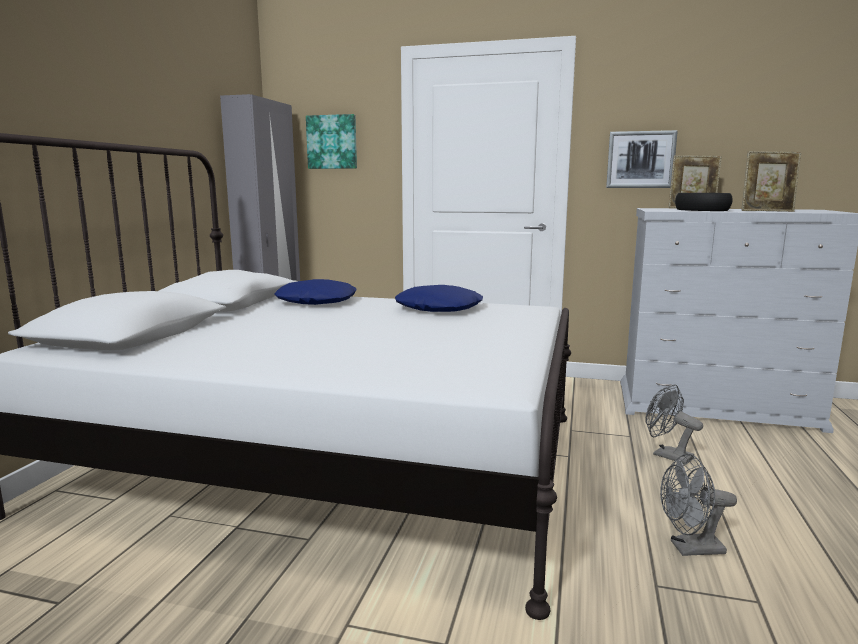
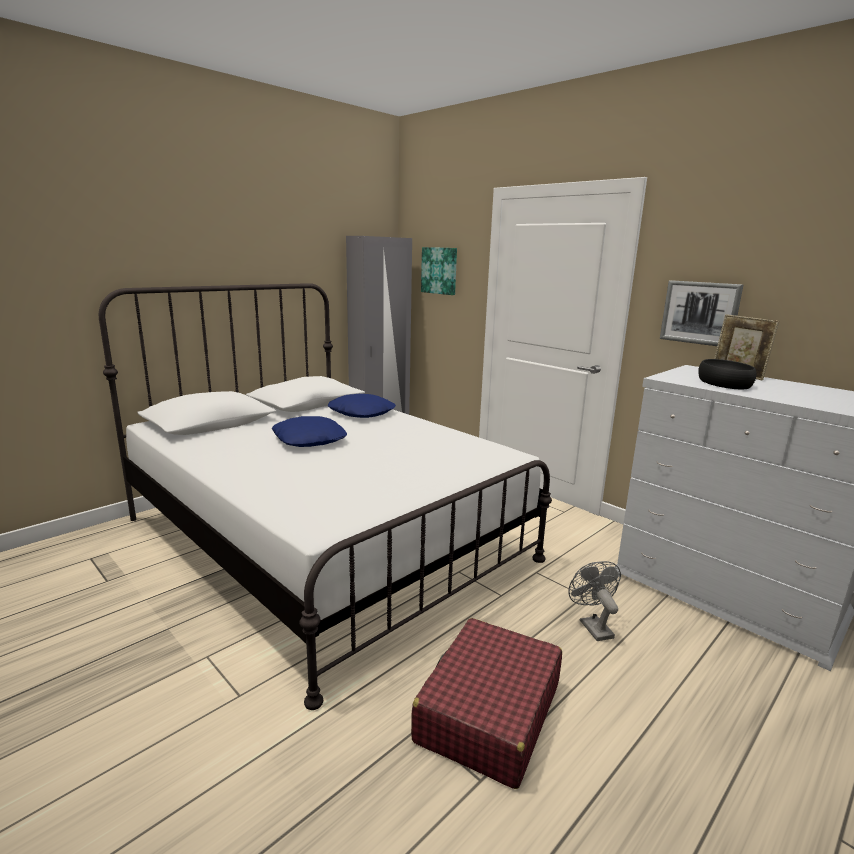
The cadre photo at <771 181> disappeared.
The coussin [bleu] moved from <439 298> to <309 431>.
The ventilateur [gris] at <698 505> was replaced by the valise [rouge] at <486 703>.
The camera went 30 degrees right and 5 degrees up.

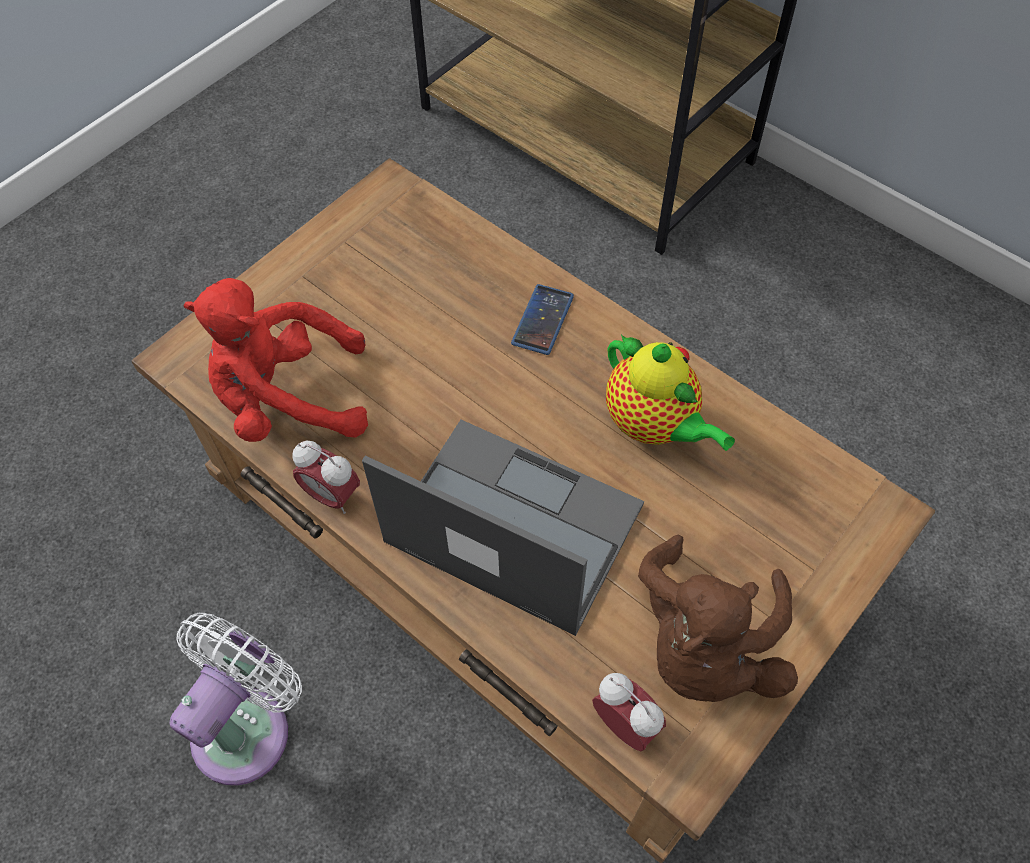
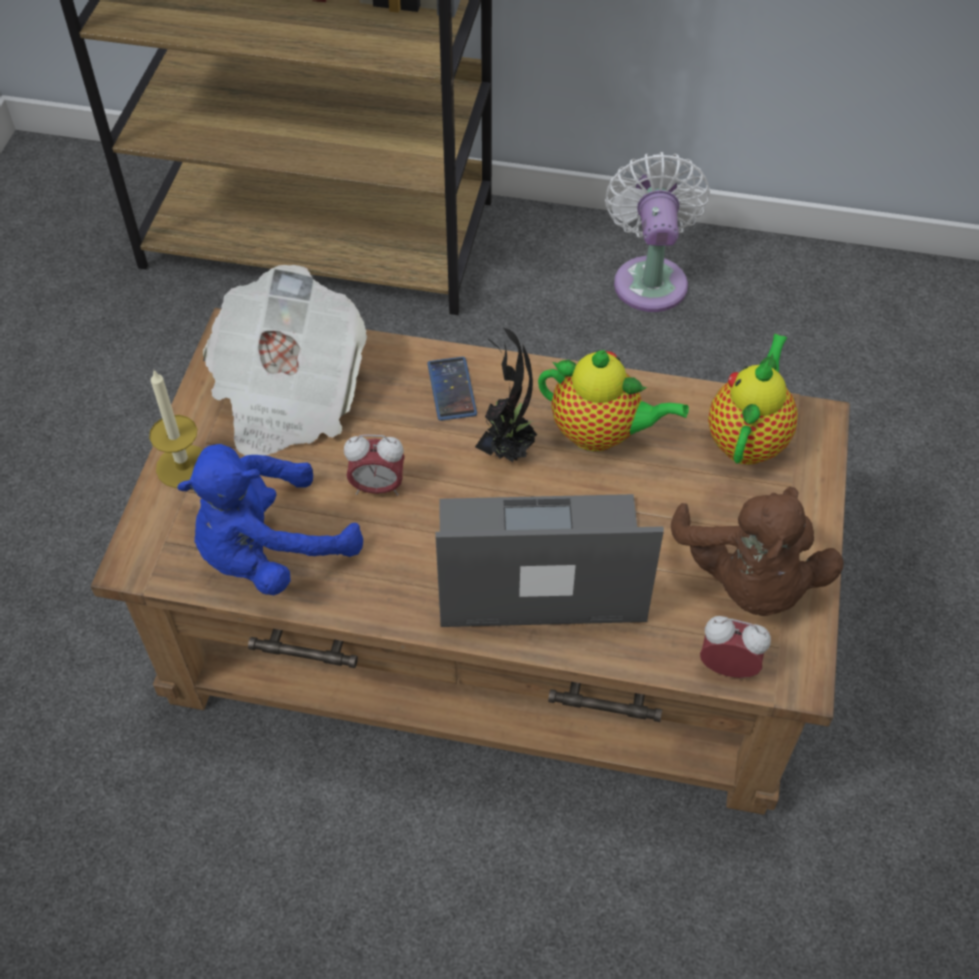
The peluche [rouge] at <275 360> became the peluche [bleu] at <270 519>.
The réveil moved from <326 477> to <374 465>.
The ventilateur [blanc] moved from <236 699> to <657 232>.
The journal at <285 360> appeared.
The plante en pot at <506 395> appeared.
The théière at <753 399> appeared.
The bougie at <176 429> appeared.
The camera went 30 degrees left and 5 degrees down.

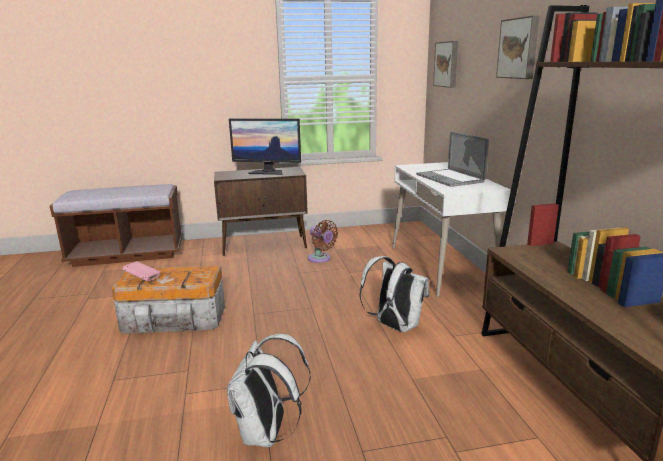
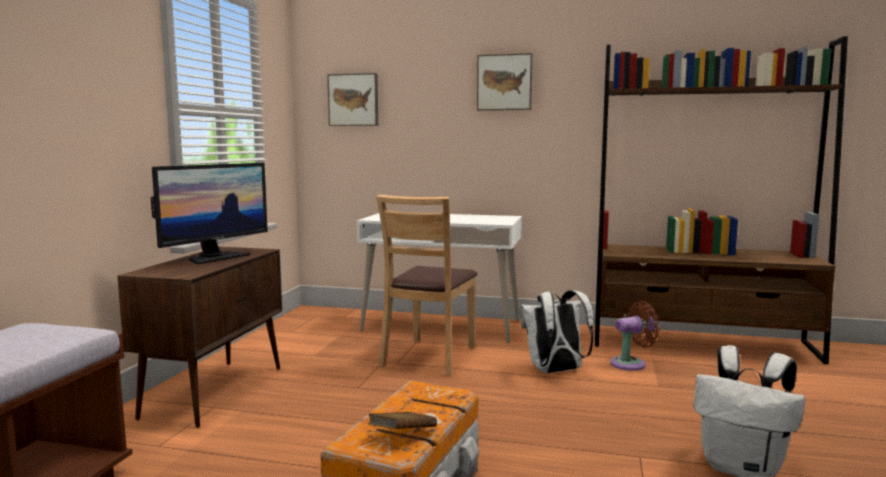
The ordinateur portable at <452 159> disappeared.
The ventilateur [marron] moved from <323 241> to <635 336>.
The livre [rose] at <141 271> became the livre [marron] at <402 420>.
The chaise [marron] at <426 285> appeared.
The camera went 65 degrees left and 10 degrees down.

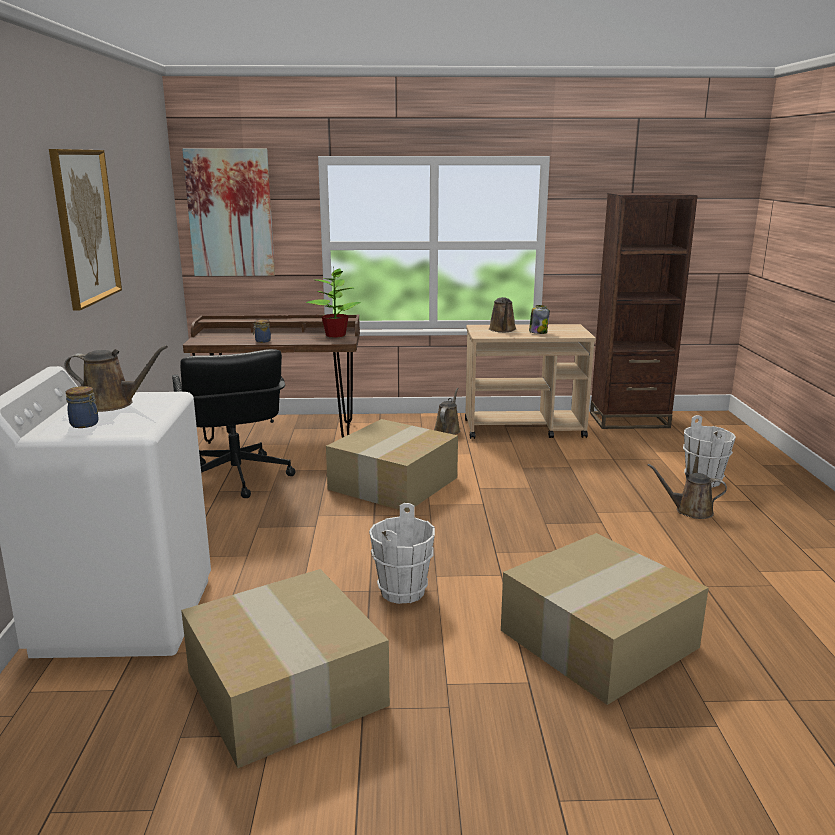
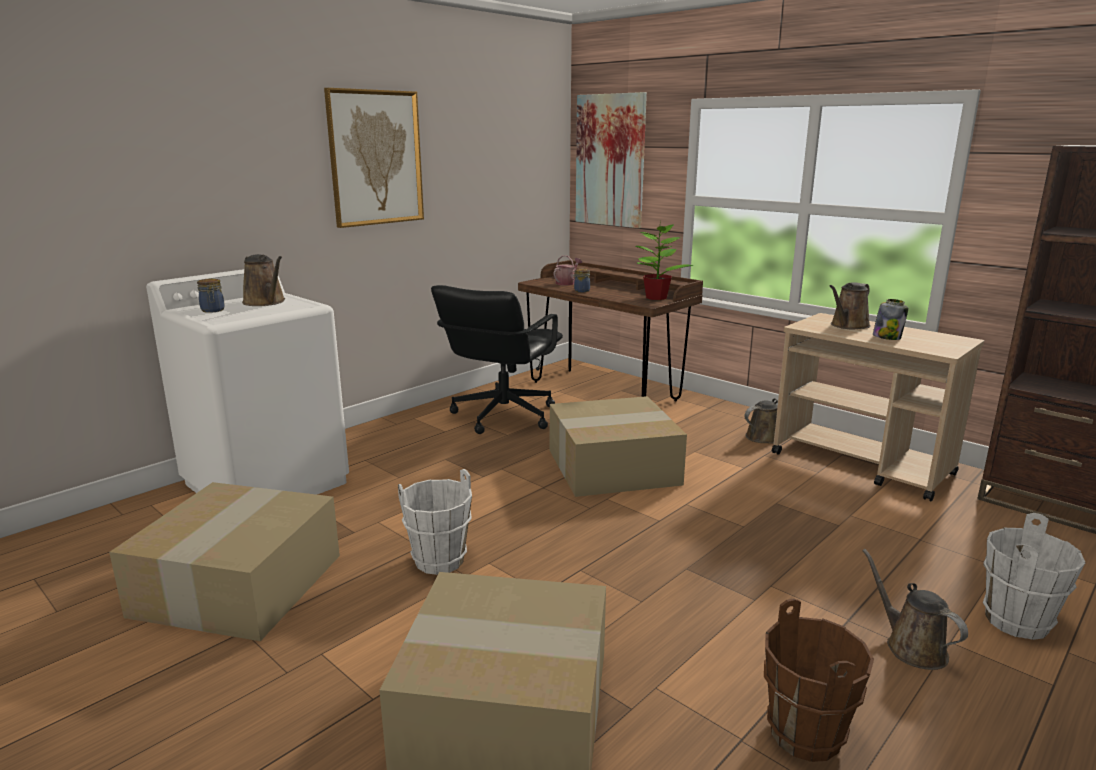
The arrosoir at <568 270> appeared.
The seau [marron] at <819 680> appeared.
The camera went 45 degrees right and 0 degrees up.

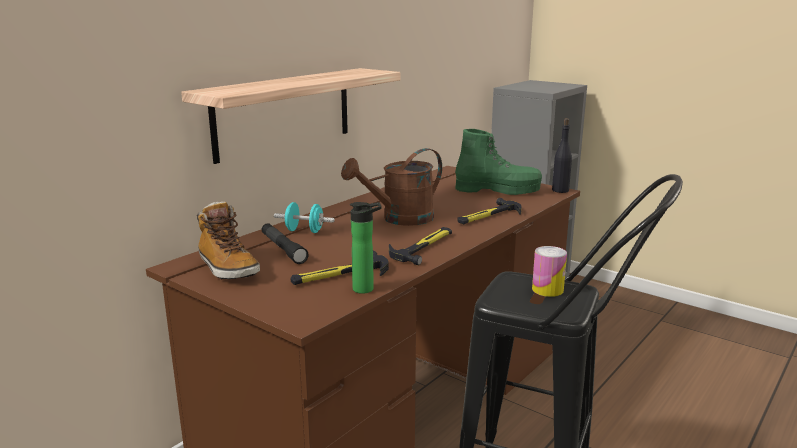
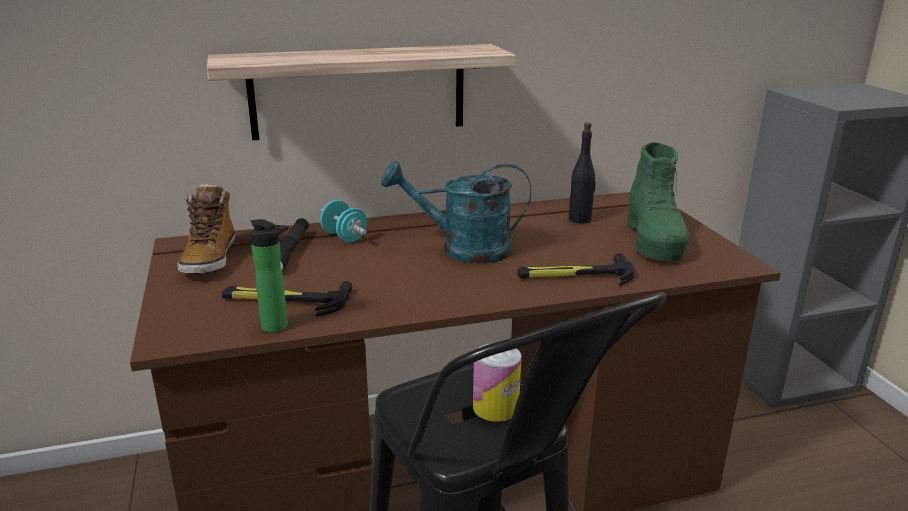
The bouteille [noir] moved from <562 155> to <582 172>.
The botte [vert] at <498 162> turned 45 degrees clockwise.
The arrosoir [marron] at <391 187> became the arrosoir [turquoise] at <456 212>.
The marteau at <420 246> disappeared.
The camera went 35 degrees right and 5 degrees up.

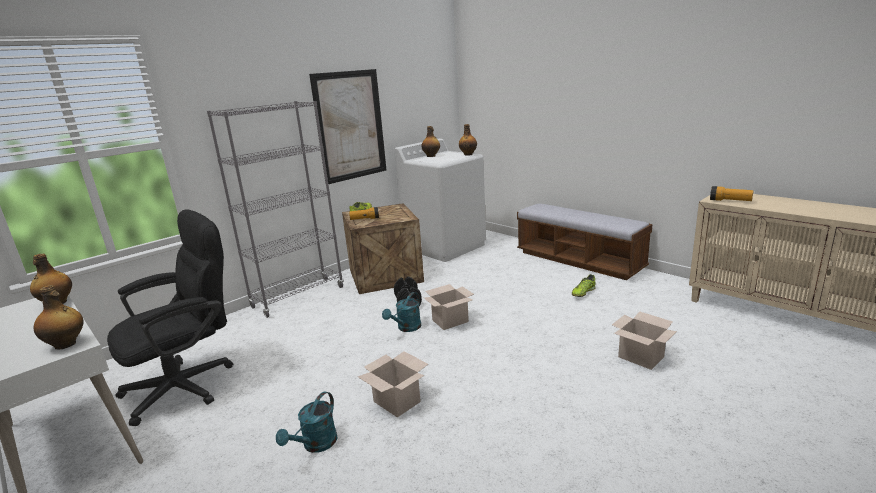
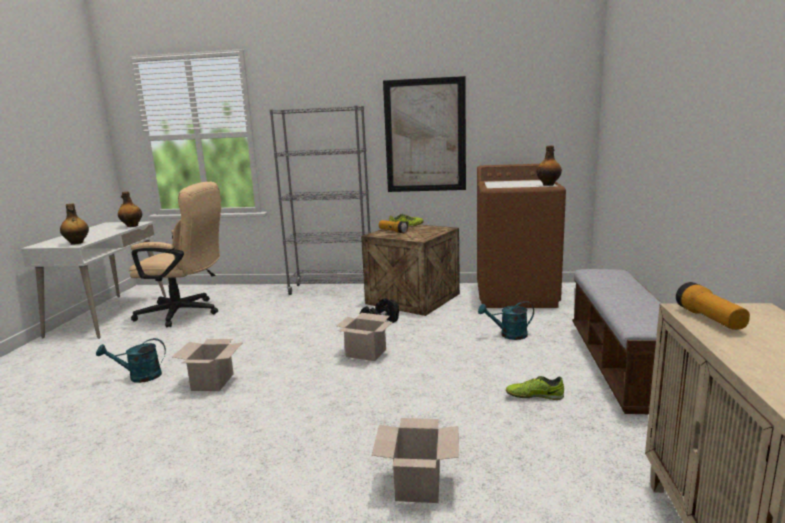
The bouteille at <430 141> disappeared.
The lave-linge [blanc] at <440 200> became the lave-linge [marron] at <521 236>.
The chaise de bureau [noir] at <170 317> became the chaise de bureau [beige] at <175 254>.
The arrosoir [turquoise] moved from <401 312> to <506 320>.
The camera went 50 degrees right and 5 degrees down.

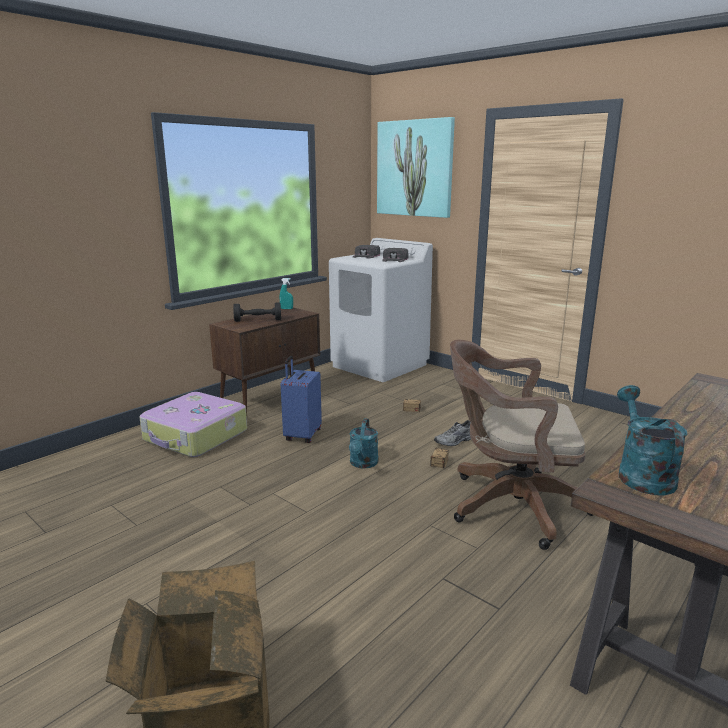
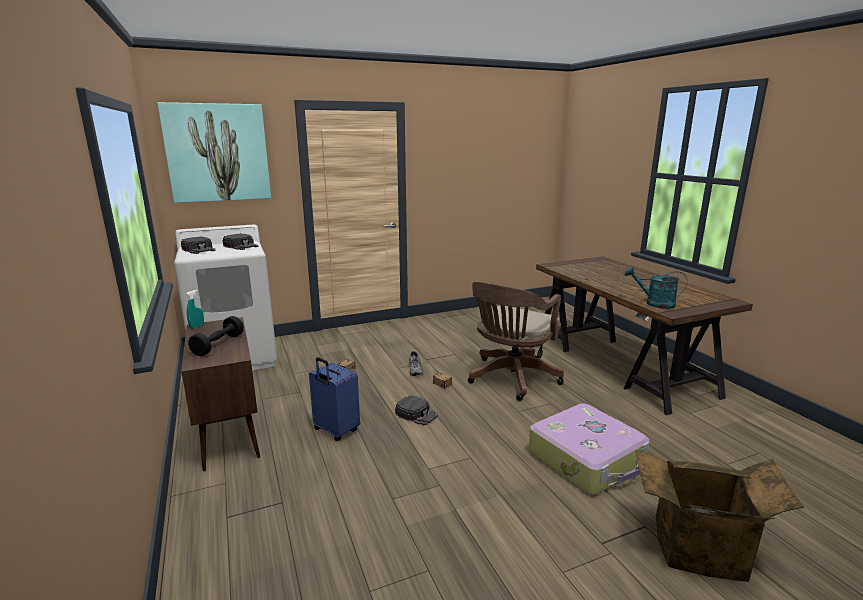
The valise moved from <193 424> to <589 449>.
The arrosoir [turquoise] at <364 443> was replaced by the casquette [noir] at <416 410>.
The camera went 65 degrees left and 0 degrees up.

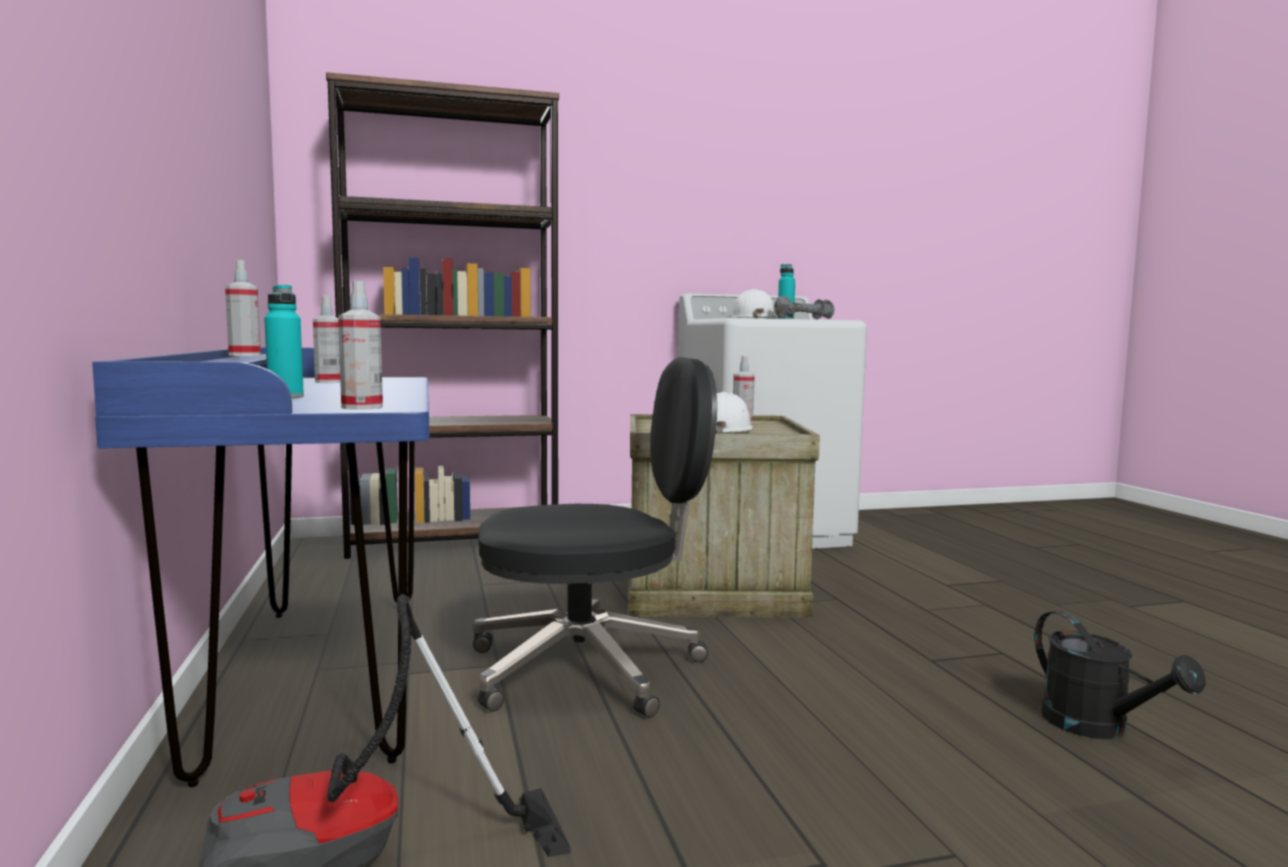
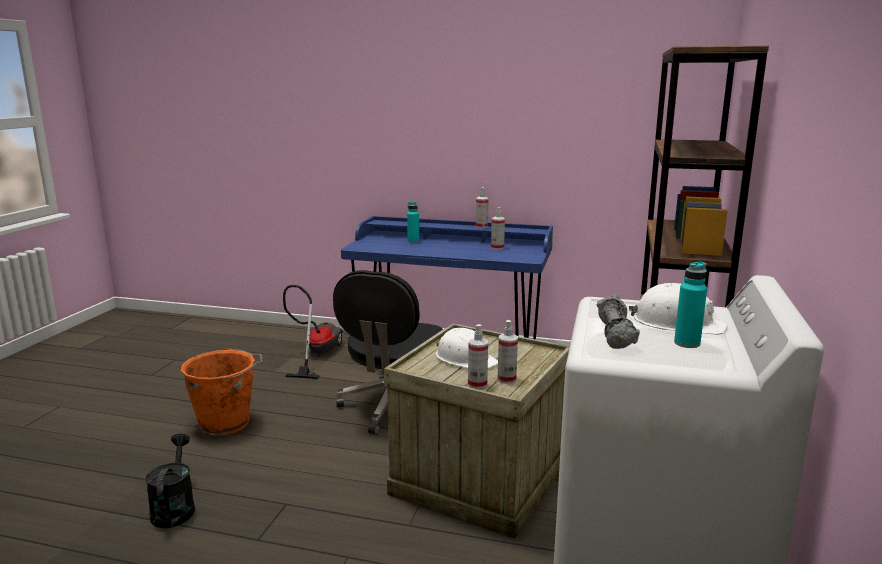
The vaporisateur moved from <360 345> to <478 356>.
The arrosoir [noir] at <1120 675> turned 75 degrees clockwise.
The seau [orange] at <222 392> appeared.
The camera went 120 degrees right and 10 degrees up.

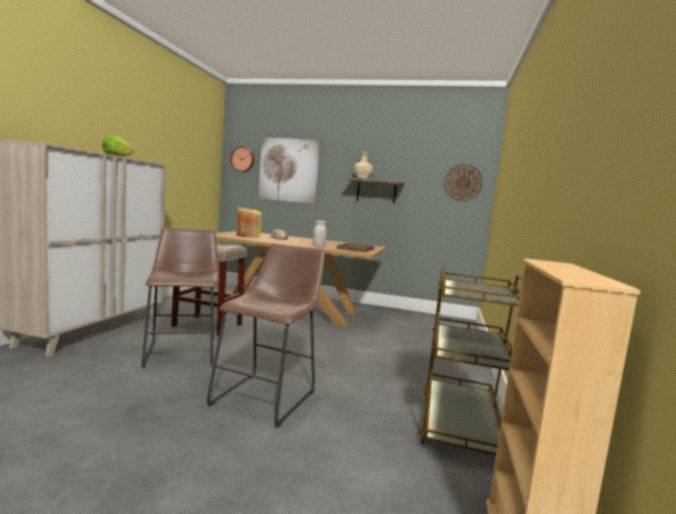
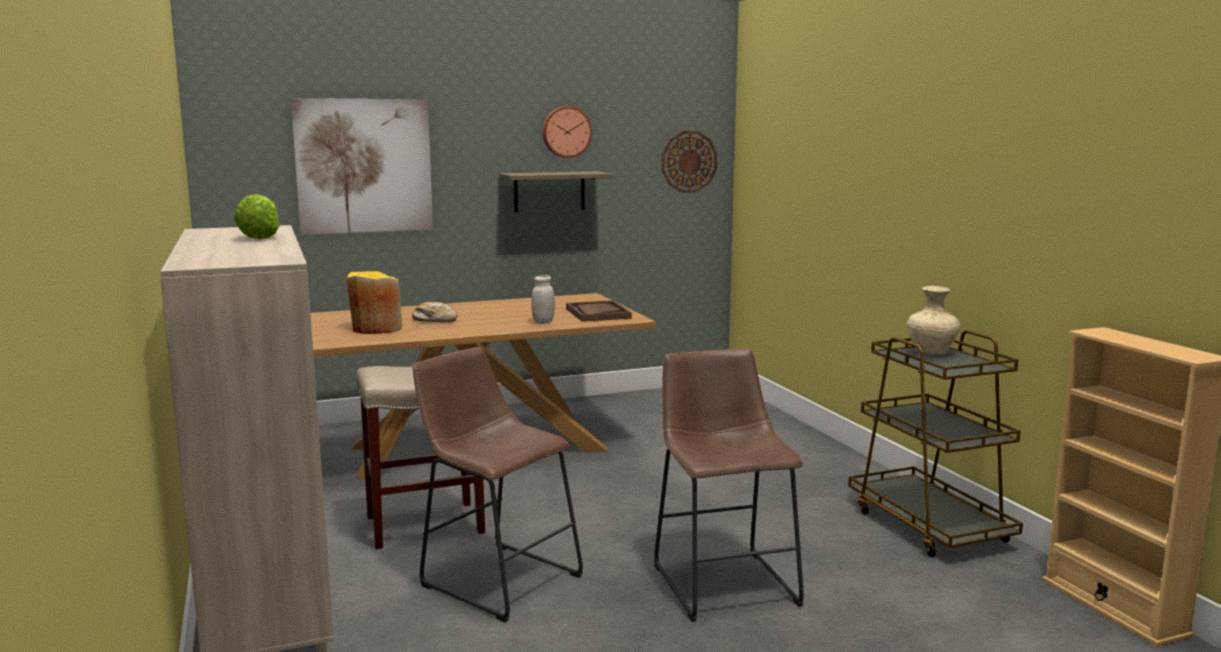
The horloge murale moved from <242 159> to <567 132>.
The vase [beige] moved from <363 165> to <933 320>.
The camera went 35 degrees left and 5 degrees up.

